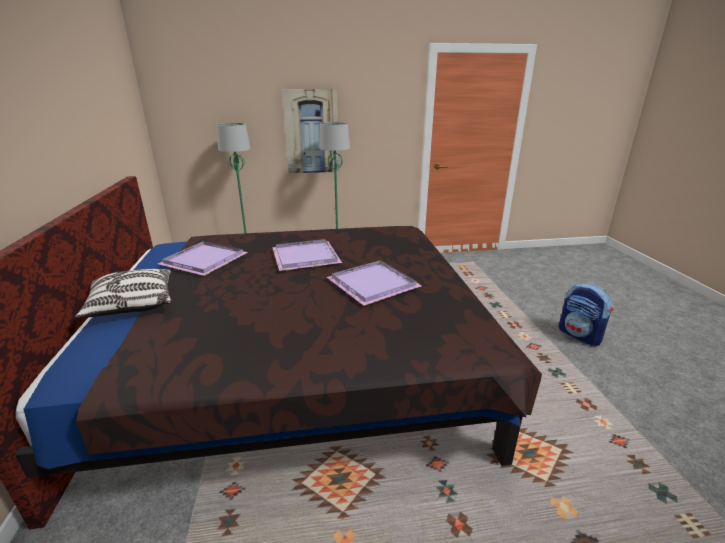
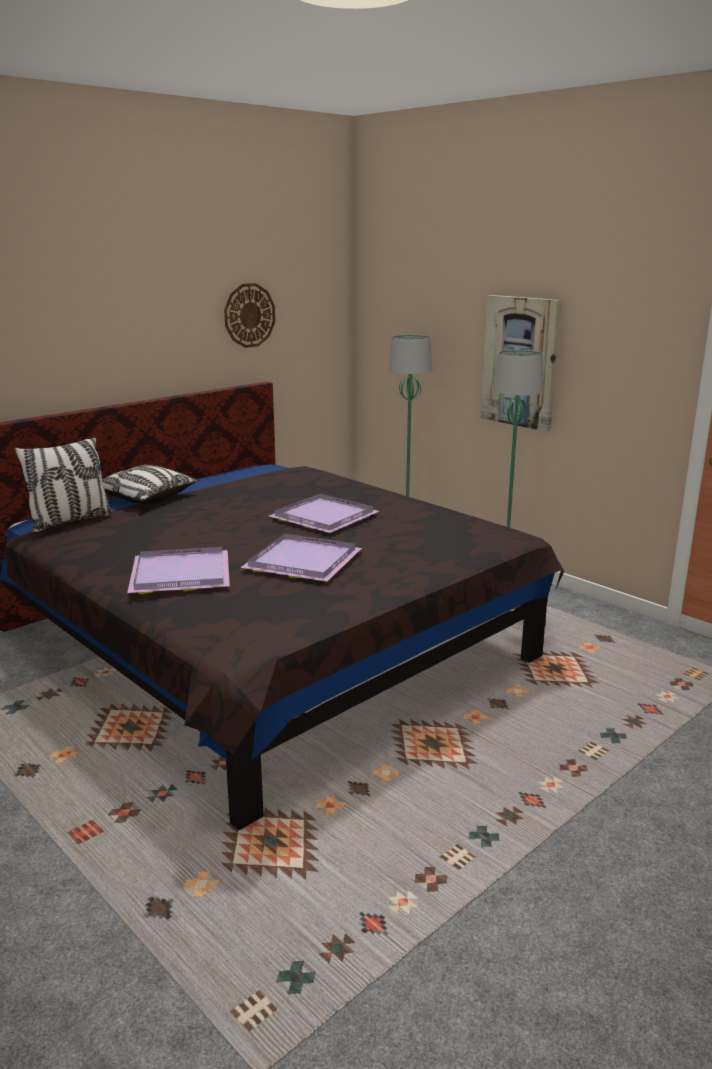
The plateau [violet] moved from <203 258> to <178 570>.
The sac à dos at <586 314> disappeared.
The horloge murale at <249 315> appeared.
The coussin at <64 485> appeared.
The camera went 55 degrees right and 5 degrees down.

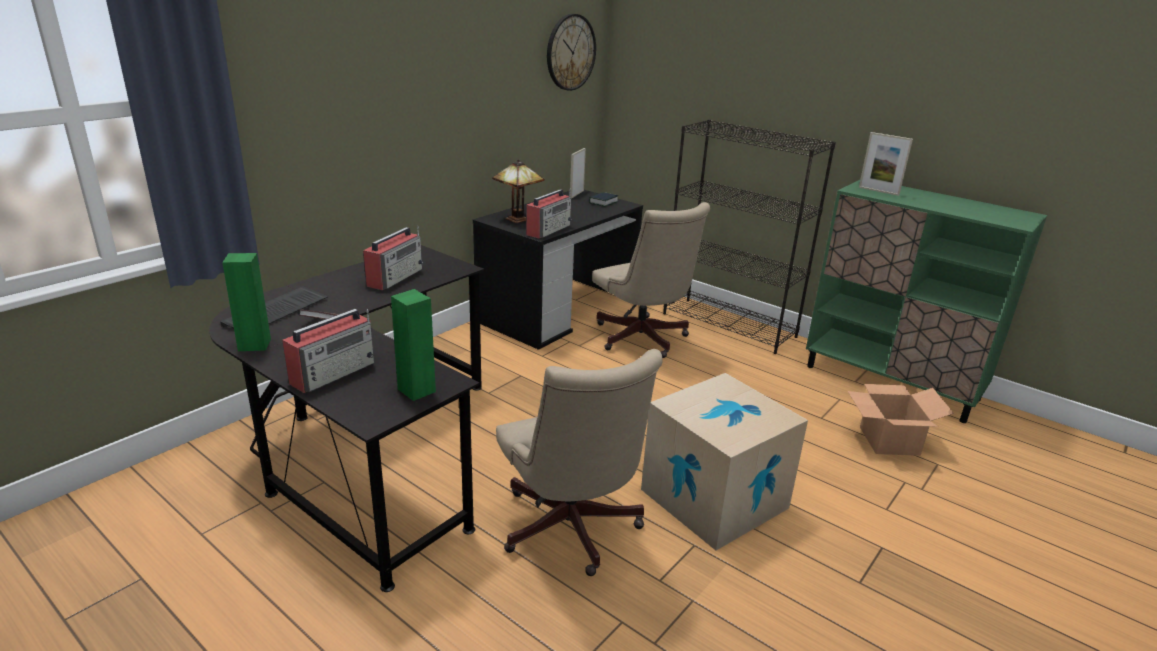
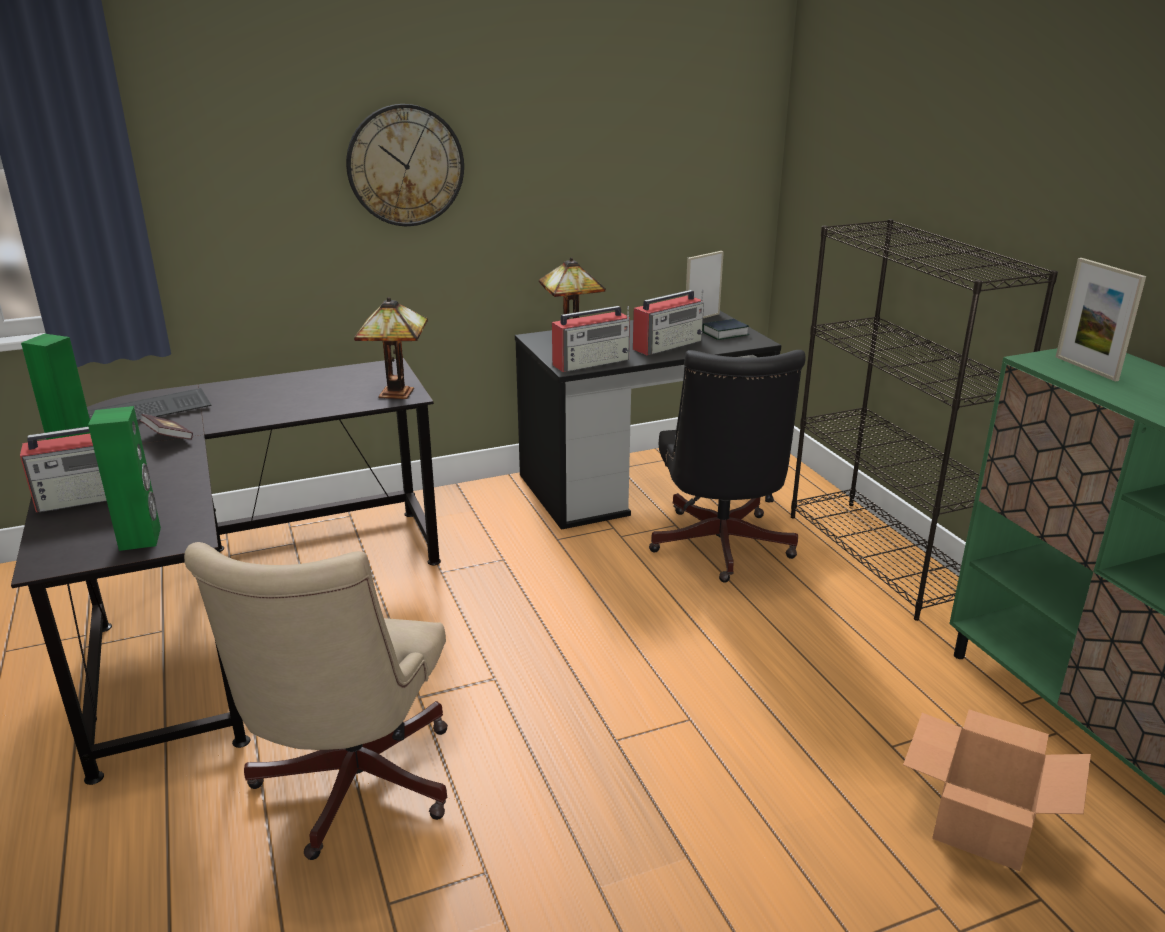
The horloge murale moved from <571 52> to <405 165>.
The chaise de bureau [beige] at <651 280> became the chaise de bureau [noir] at <727 466>.
The radio moved from <393 258> to <668 322>.
The carton at <724 461> disappeared.
The lampe de table at <391 348> appeared.
The camera went 30 degrees right and 0 degrees up.

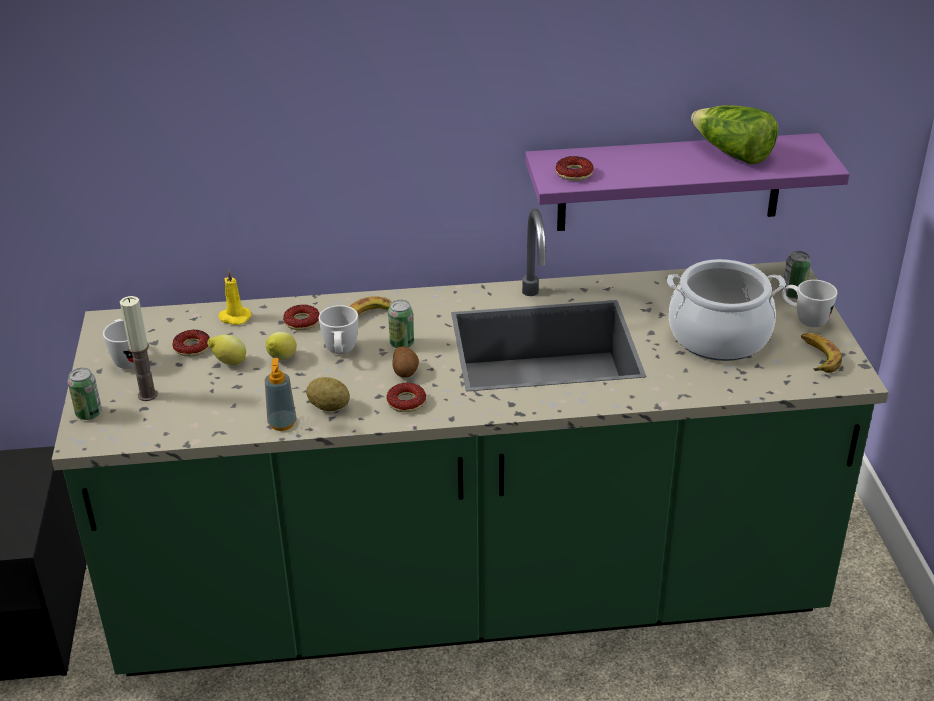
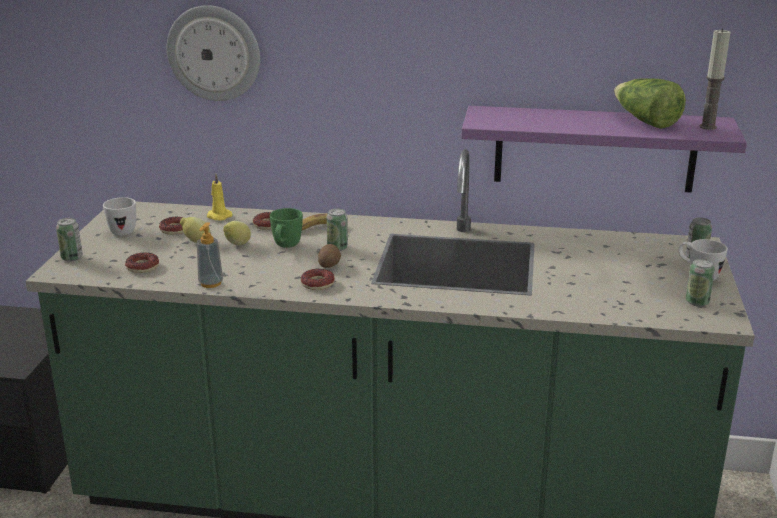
The beignet moved from <575 168> to <142 262>.
The marmite at <726 310> disappeared.
The bougie moved from <139 348> to <714 79>.
The mug [blanc] at <338 329> became the mug [vert] at <286 228>.
The banane at <821 353> was replaced by the boîte métallique at <700 283>.
The pomme de terre at <328 394> disappeared.
The horloge murale at <213 53> appeared.
The camera went 15 degrees right and 10 degrees down.

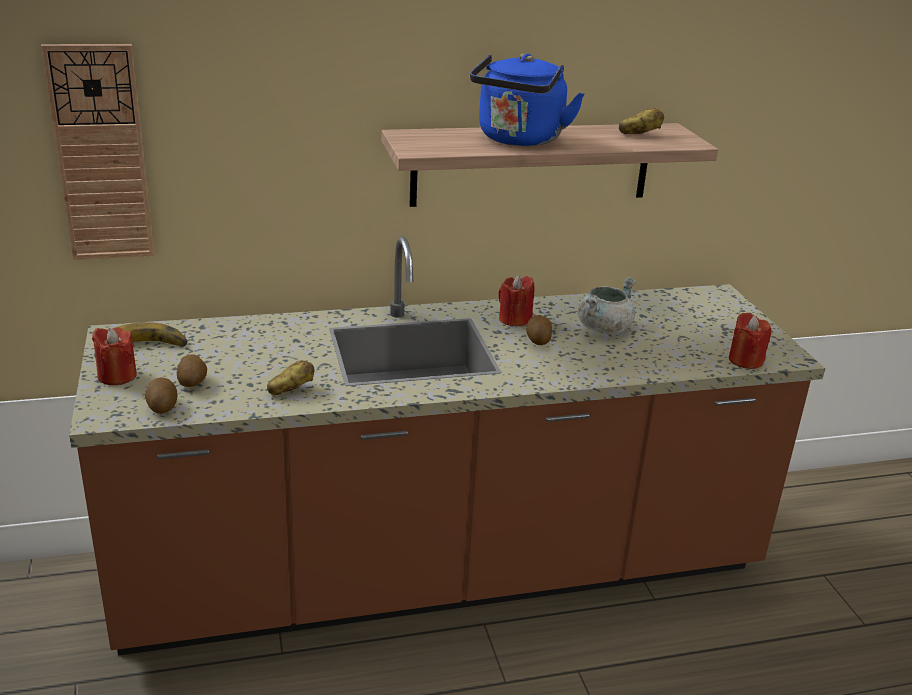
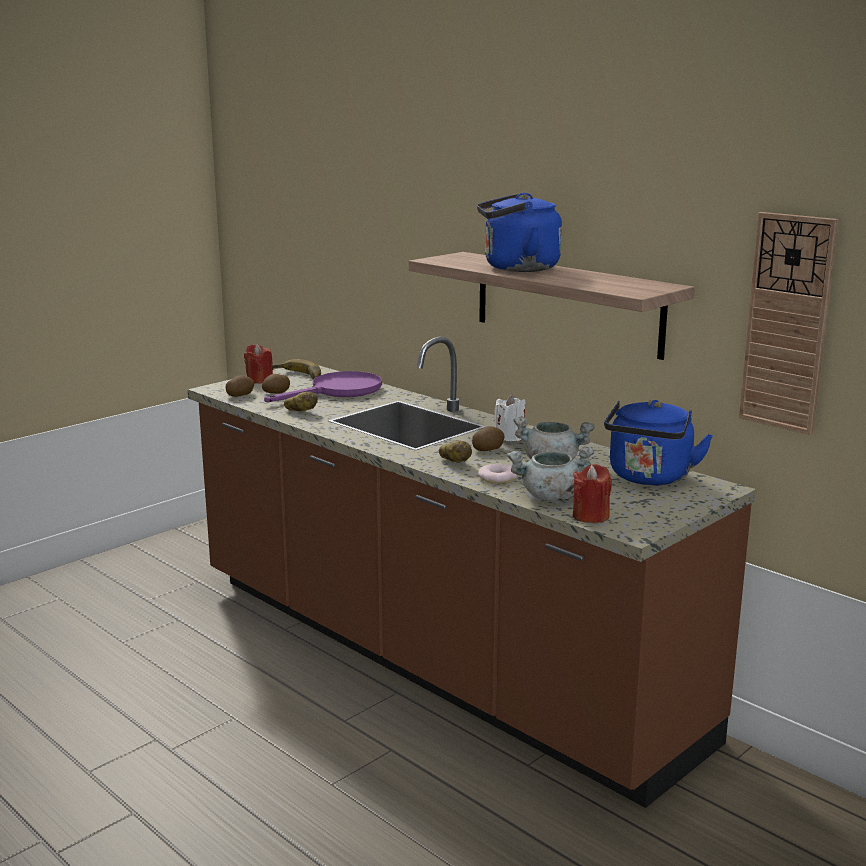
The horloge murale moved from <98 152> to <789 323>.
The pomme de terre moved from <641 121> to <455 451>.
The bougie [rouge] at <516 300> became the bougie [blanc] at <510 417>.
The poêle [violet] at <323 387> appeared.
The bouilloire [bleu] at <658 442> appeared.
The marmite [gris] at <551 473> appeared.
The beignet at <497 474> appeared.
The camera went 60 degrees right and 10 degrees down.

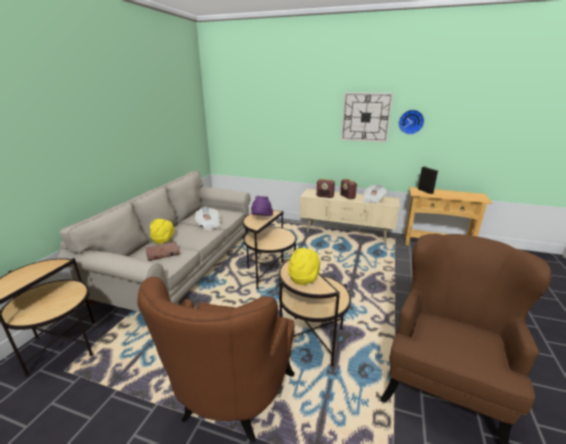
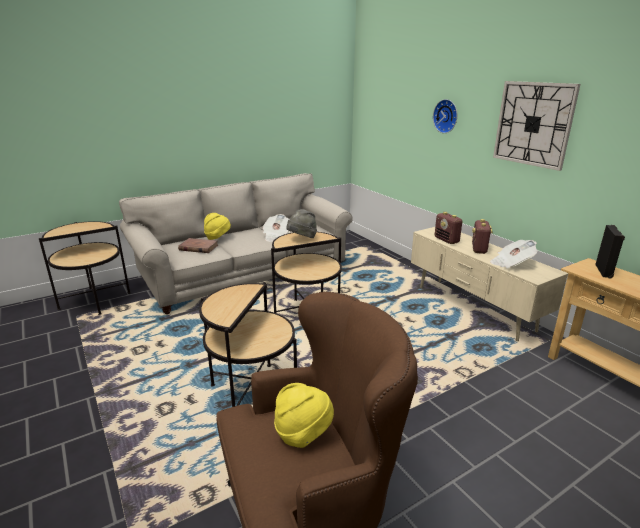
The horloge murale moved from <411 122> to <445 116>.
The chapeau [violet] at <262 206> became the chapeau [gris] at <301 223>.
The chapeau [jaune] moved from <304 266> to <304 415>.
The fauteuil [marron] at <216 359> disappeared.
The camera went 40 degrees right and 0 degrees up.

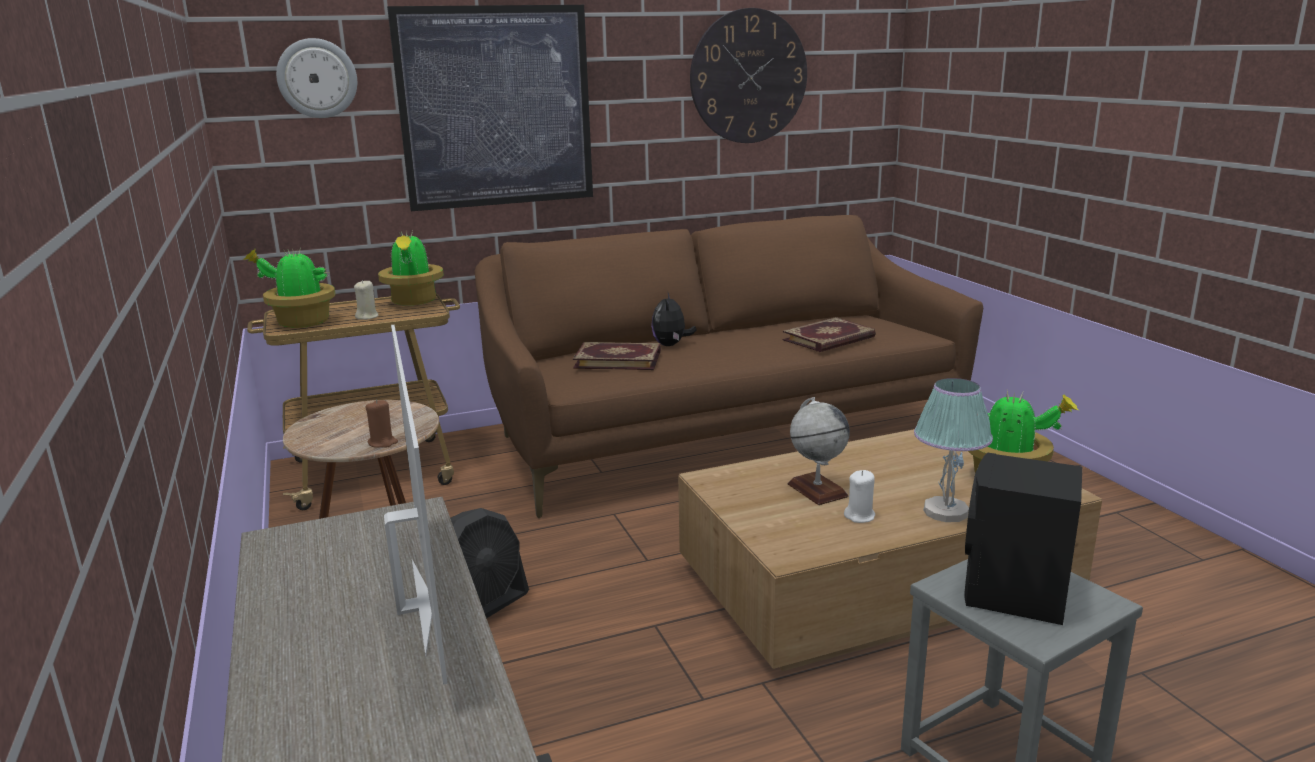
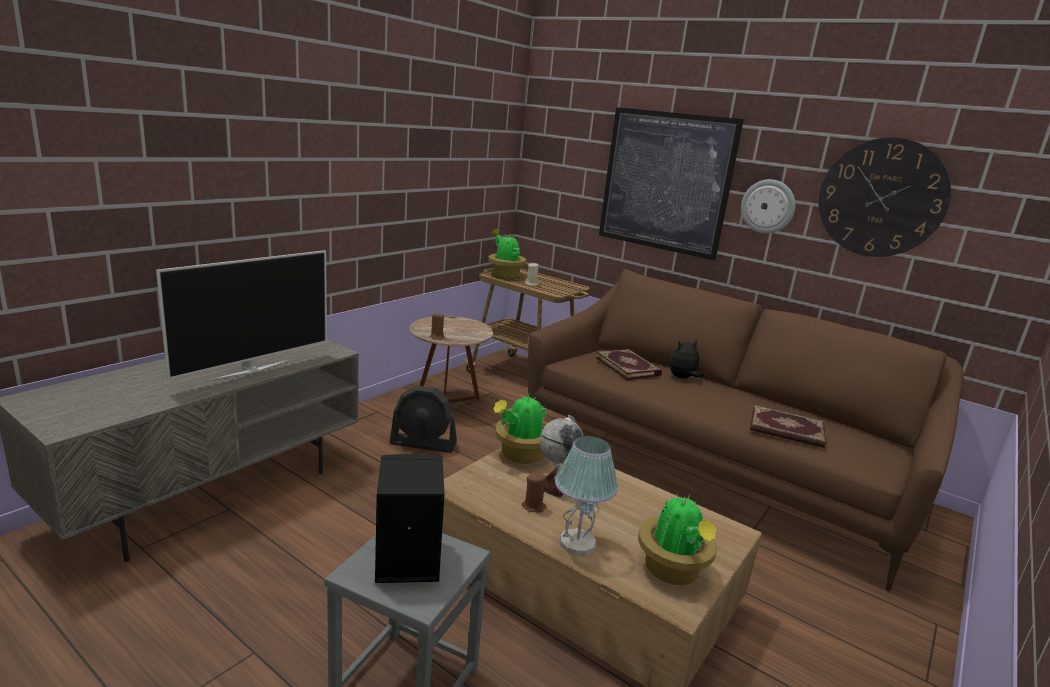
The horloge murale moved from <316 78> to <768 206>.
The plante en pot moved from <411 268> to <520 429>.
The bougie [blanc] at <859 496> became the bougie [marron] at <534 492>.
The camera went 55 degrees right and 0 degrees up.

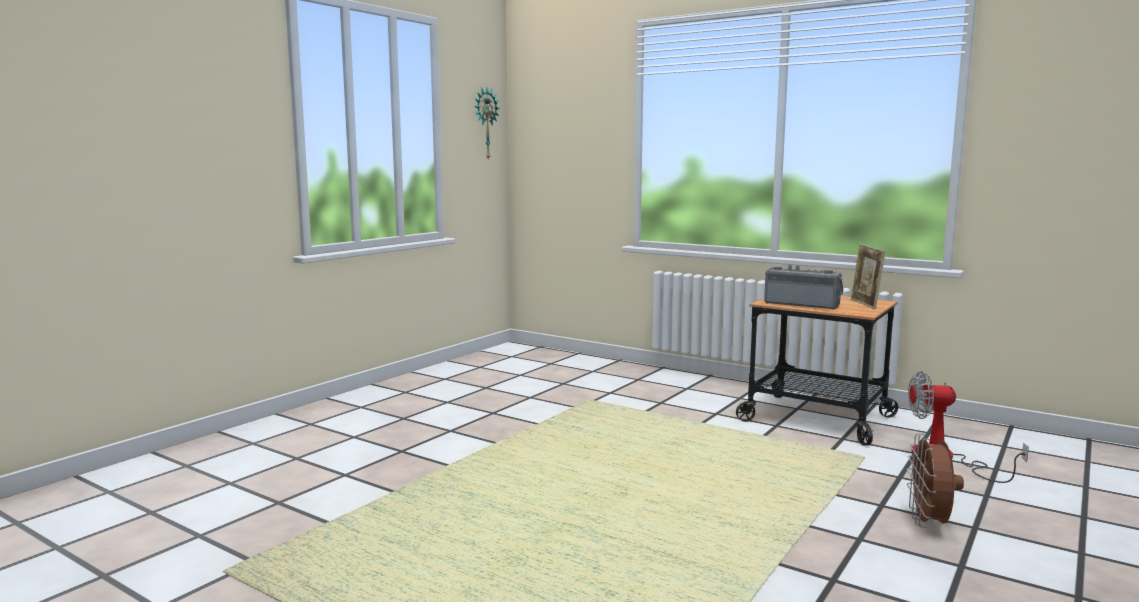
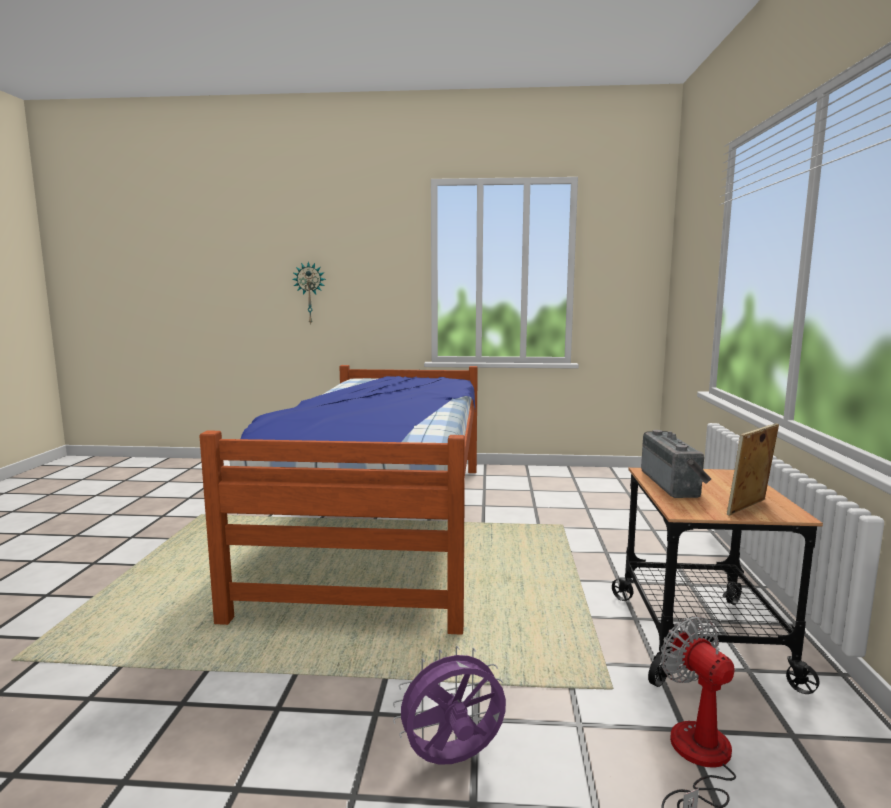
The horloge murale moved from <487 124> to <309 292>.
The ventilateur [marron] at <935 480> became the ventilateur [violet] at <449 705>.
The lit at <338 500> appeared.
The camera went 60 degrees right and 0 degrees up.

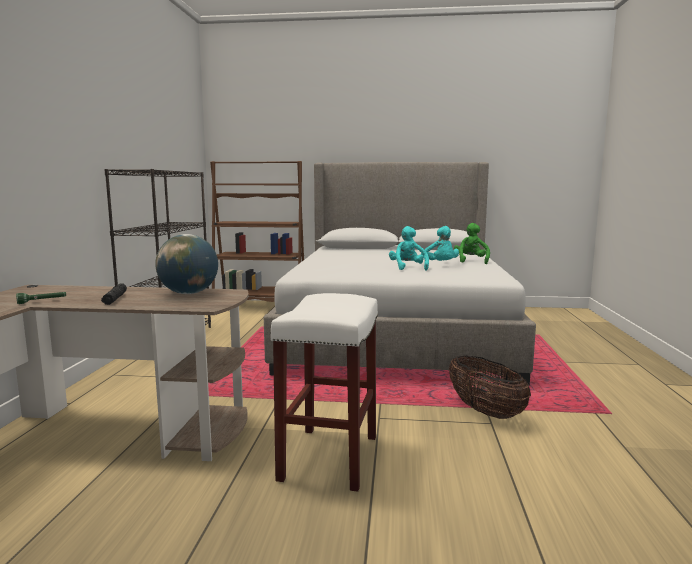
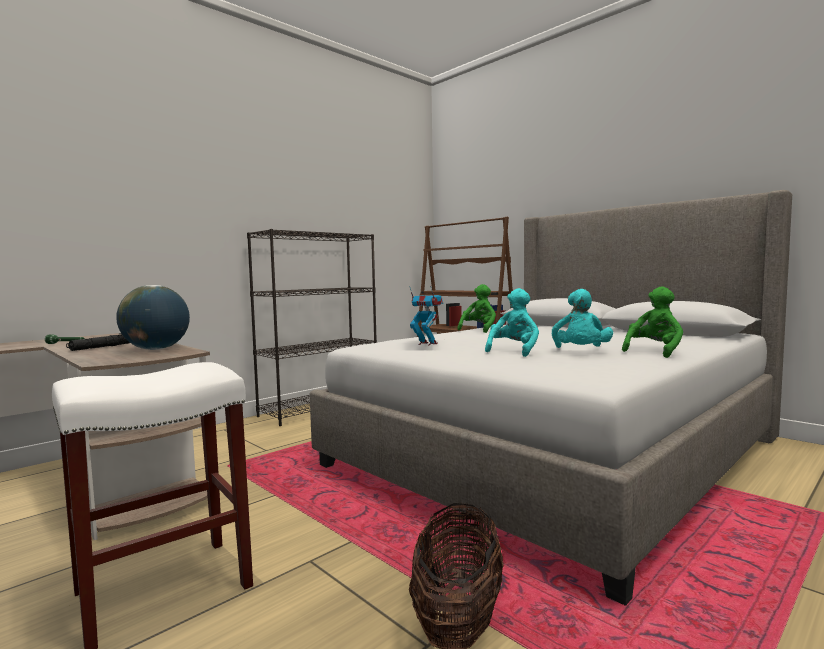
The peluche [vert] at <477 308> appeared.
The robot jouet at <426 316> appeared.
The camera went 40 degrees right and 5 degrees down.

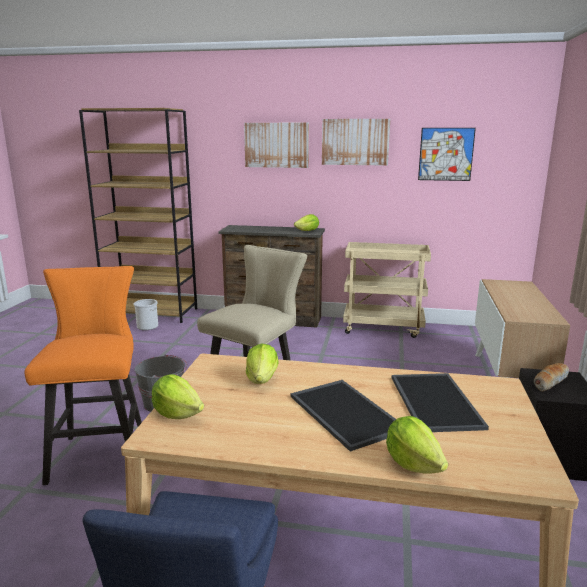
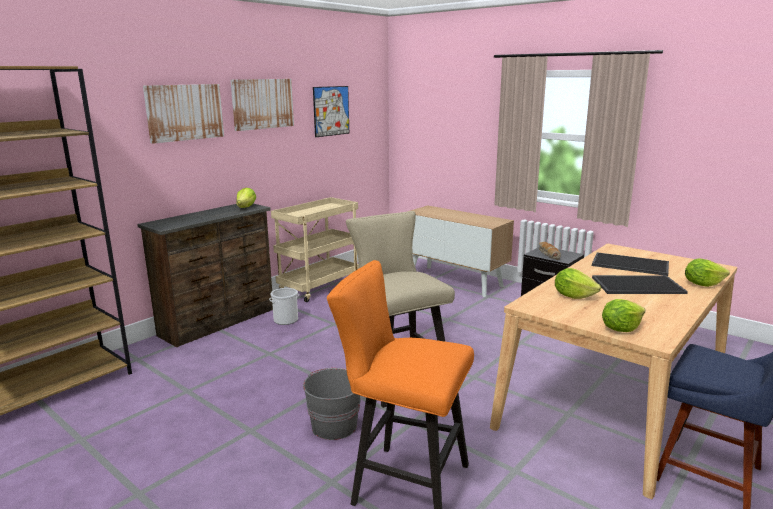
The seau moved from <146 314> to <284 306>.
The camera went 60 degrees left and 0 degrees up.

